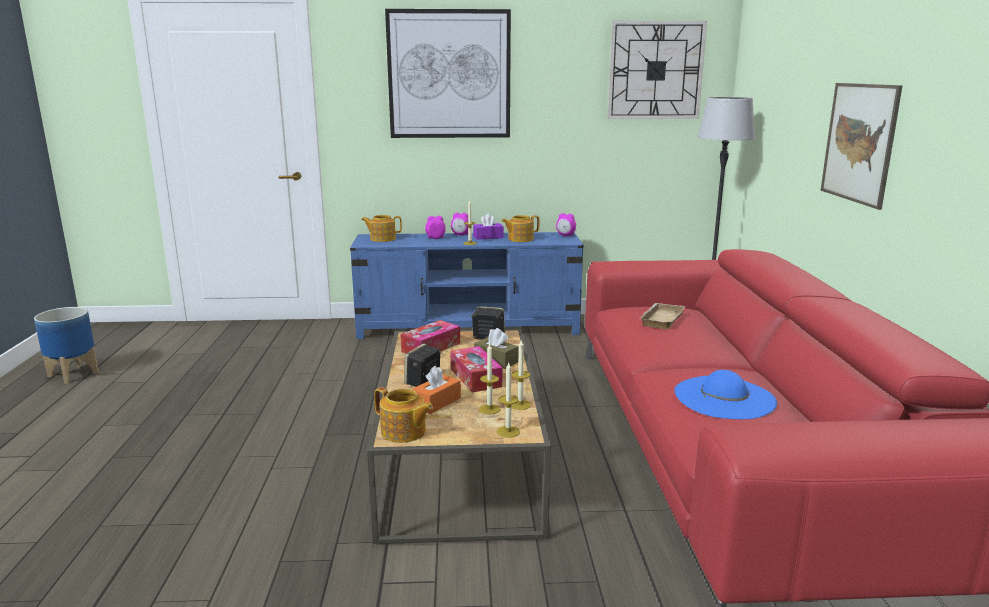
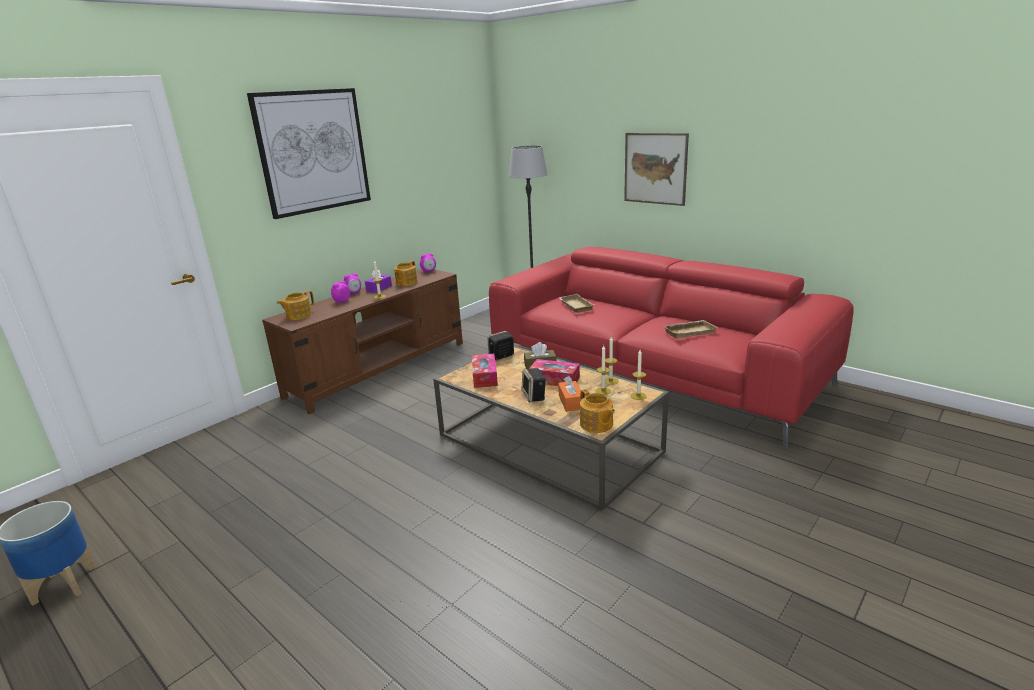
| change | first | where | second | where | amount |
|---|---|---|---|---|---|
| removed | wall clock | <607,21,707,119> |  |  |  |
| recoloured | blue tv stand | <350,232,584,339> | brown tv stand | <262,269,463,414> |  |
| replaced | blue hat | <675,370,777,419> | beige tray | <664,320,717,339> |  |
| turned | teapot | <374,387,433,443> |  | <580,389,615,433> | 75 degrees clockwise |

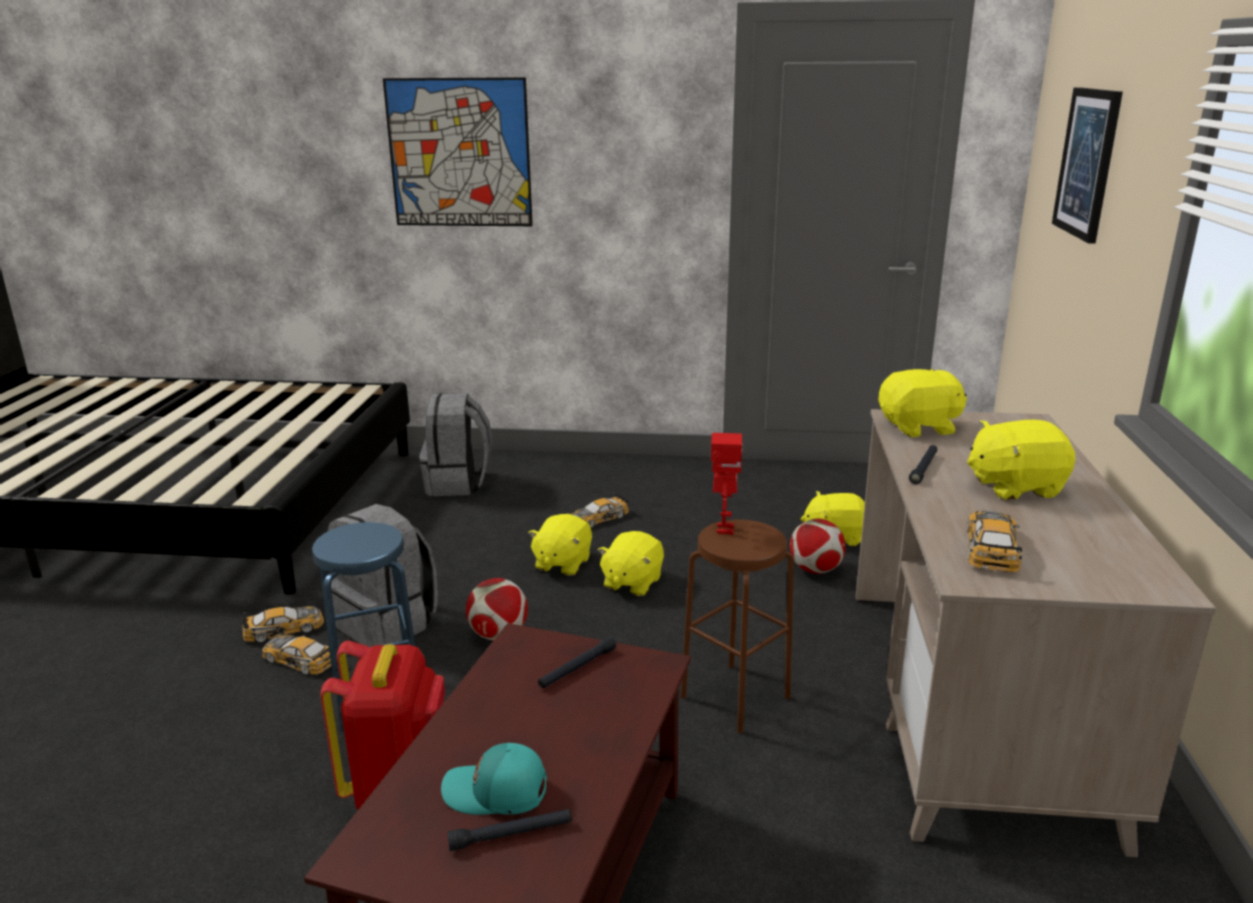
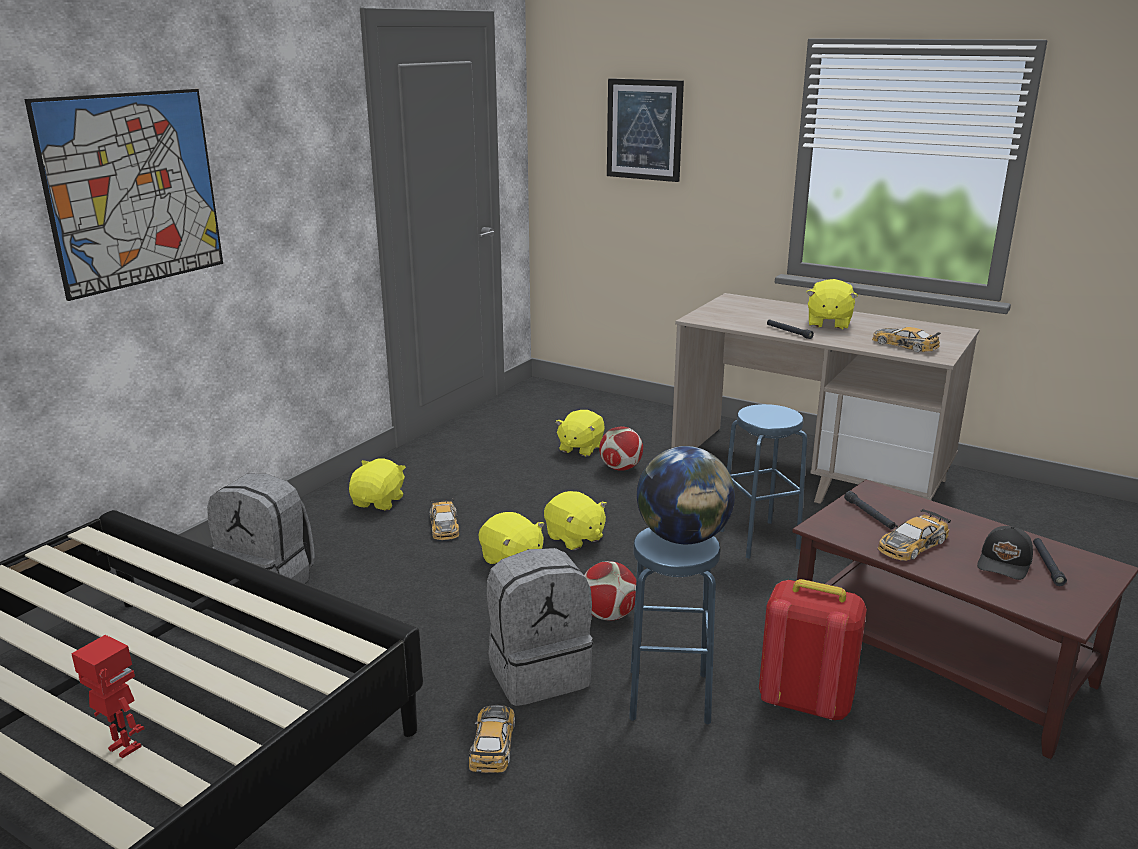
| change | first | where | second | where | amount |
|---|---|---|---|---|---|
| moved | yellow plush toy | <878,368,967,437> |  | <349,459,406,511> |  |
| moved | toy robot | <711,433,743,535> |  | <71,635,144,758> |  |
| recoloured | brown stool | <681,519,794,733> | blue stool | <720,404,807,559> |  |
| moved | toy car | <262,635,331,674> |  | <878,509,951,561> |  |
| recoloured | turquoise cap | <441,743,547,815> | black cap | <977,526,1033,580> |  |
| added |  |  | globe | <637,446,735,544> |  |

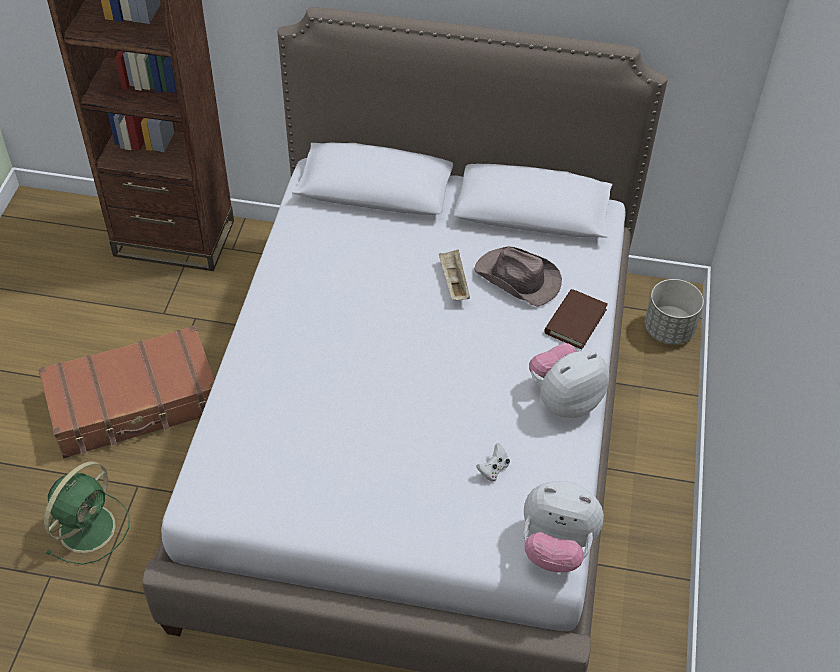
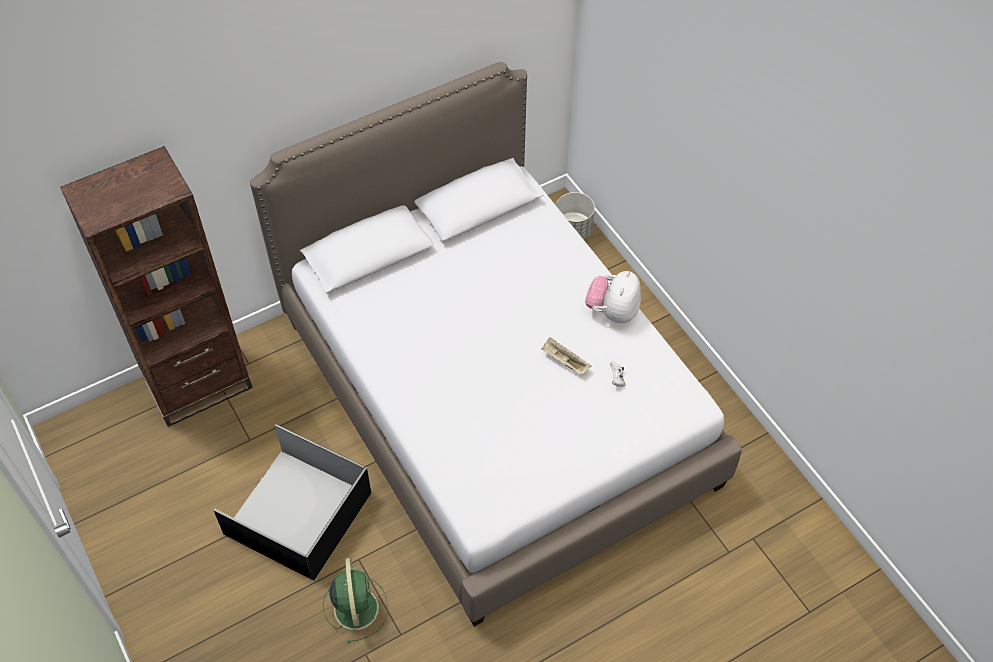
| change | first | where | second | where | amount |
|---|---|---|---|---|---|
| removed | brown hat | <474,246,562,307> |  |  |  |
| moved | beige tray | <439,249,470,300> |  | <542,337,591,375> |  |
| removed | brown book | <544,289,608,349> |  |  |  |
| replaced | brown suitcase | <38,325,215,458> | black storage box | <213,424,371,580> |  |
| removed | plush toy | <523,481,604,572> |  |  |  |

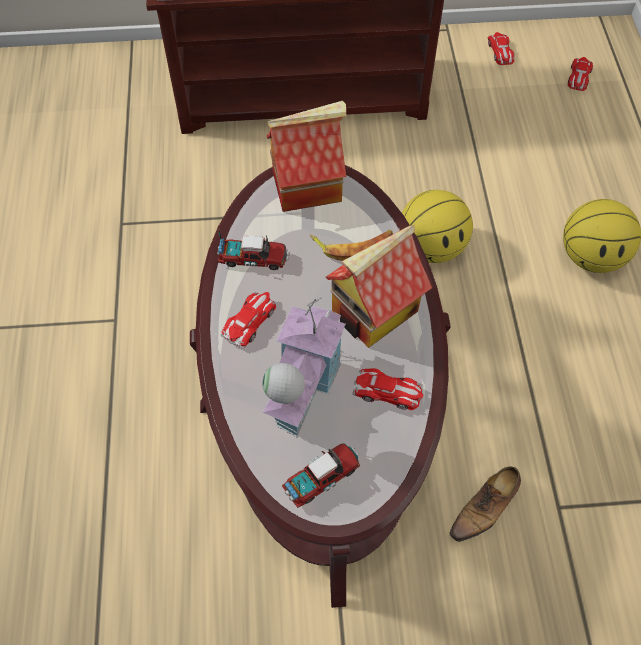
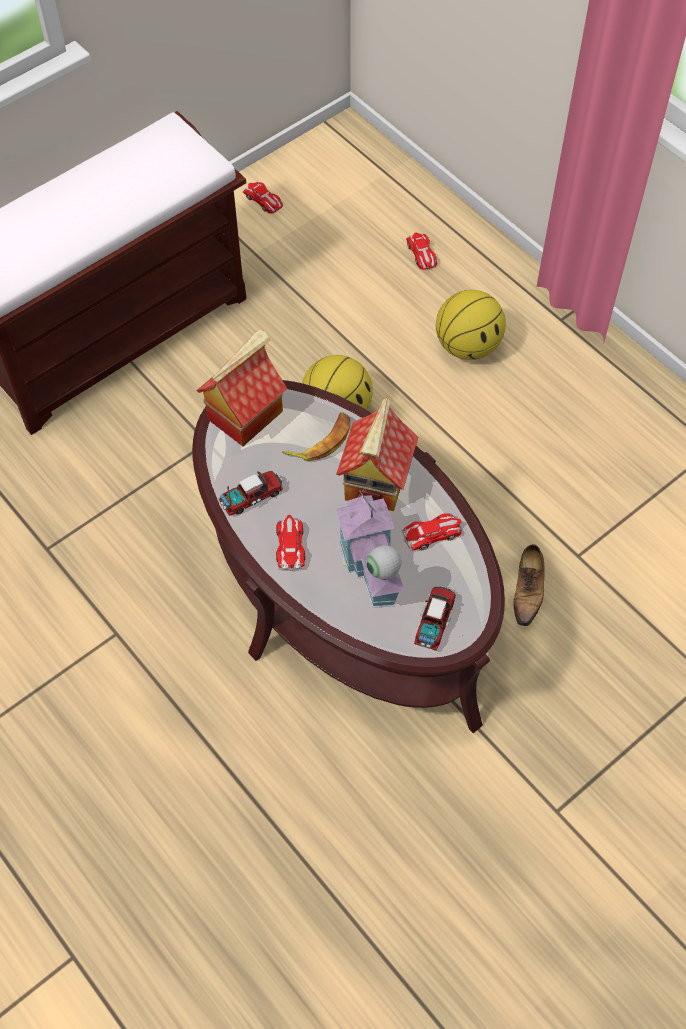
| change | first | where | second | where | amount |
|---|---|---|---|---|---|
| moved | toy car | <568,57,593,91> |  | <406,232,437,270> |  |

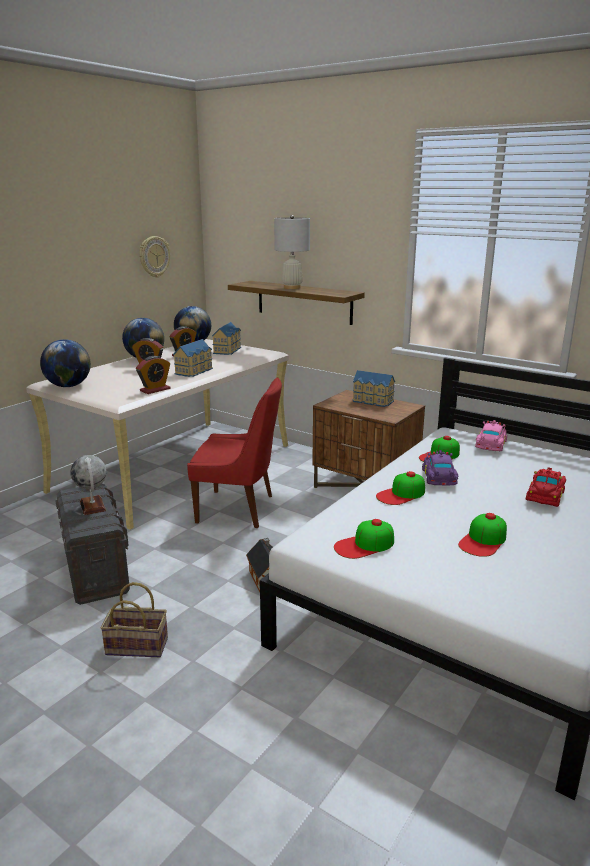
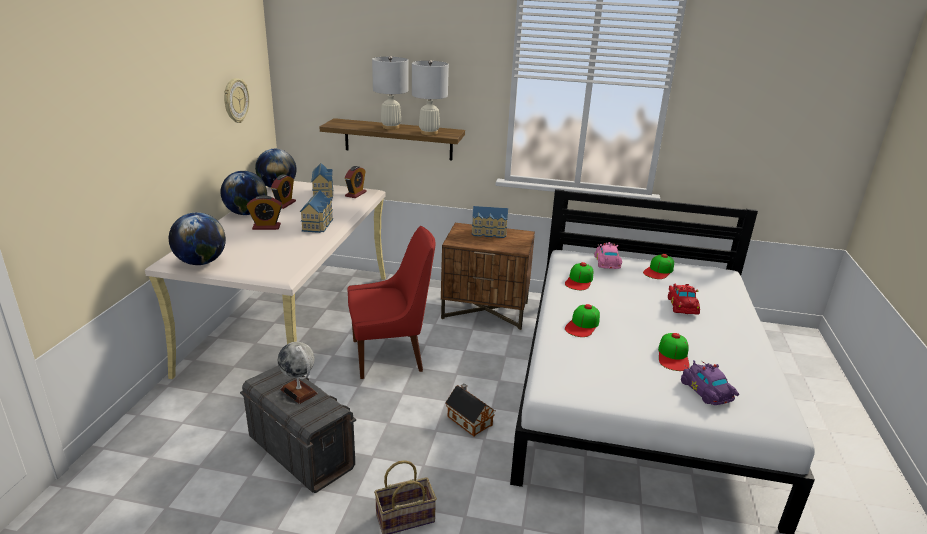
| change | first | where | second | where | amount |
|---|---|---|---|---|---|
| moved | alarm clock | <136,356,170,394> |  | <345,166,367,198> |  |
| moved | purple toy car | <422,450,458,485> |  | <681,360,739,405> |  |
| moved | cap | <334,519,394,559> |  | <643,254,674,279> |  |
| added |  |  | white table lamp | <412,60,449,135> |  |

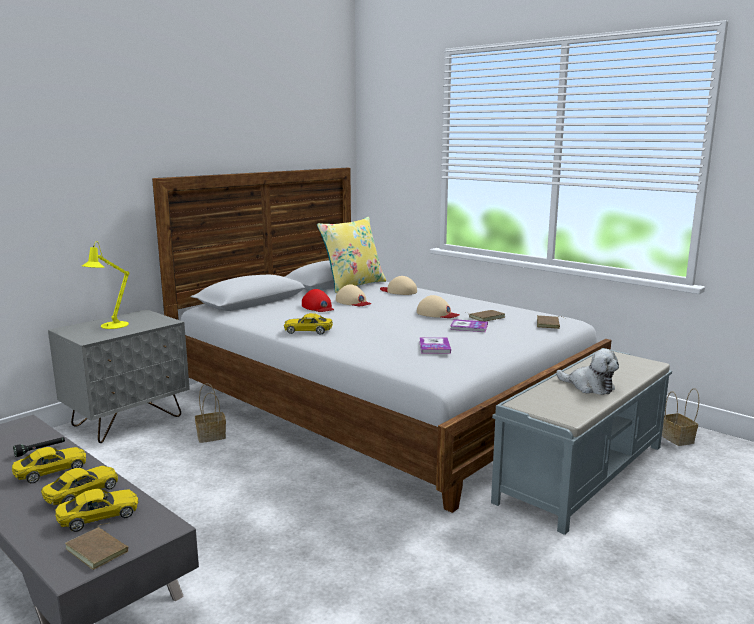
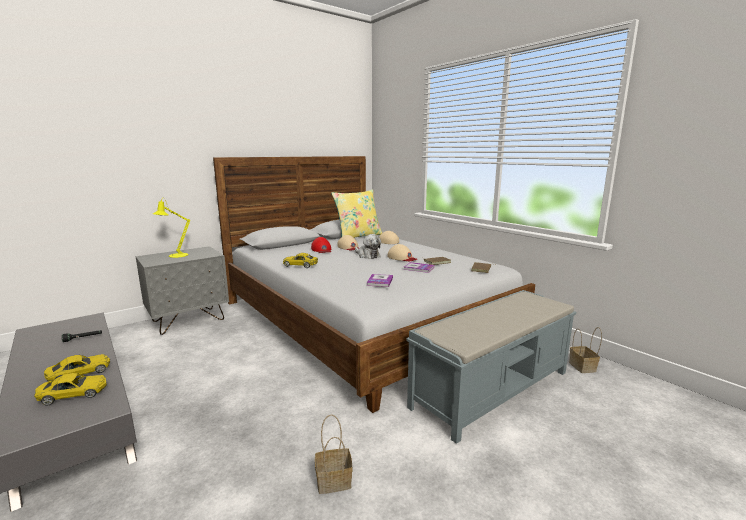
| change | first | where | second | where | amount |
|---|---|---|---|---|---|
| moved | plush toy | <556,349,619,395> |  | <355,234,381,259> |  |
| moved | basket | <195,383,226,443> |  | <315,415,353,494> |  |
| removed | yellow toy car | <12,447,86,483> |  |  |  |
| removed | brown book | <65,523,128,570> |  |  |  |

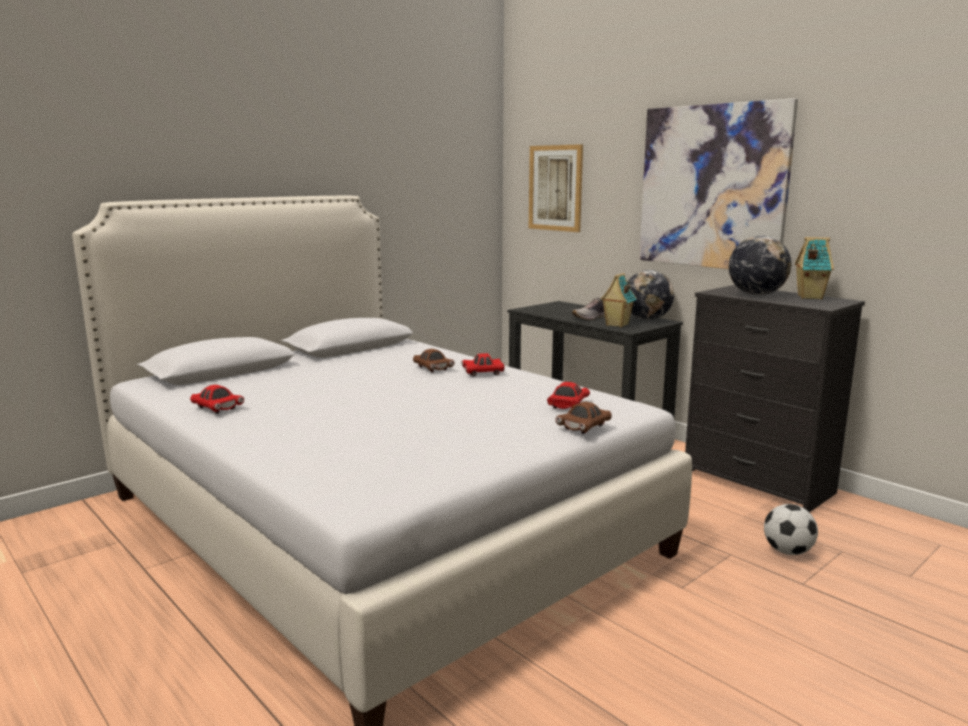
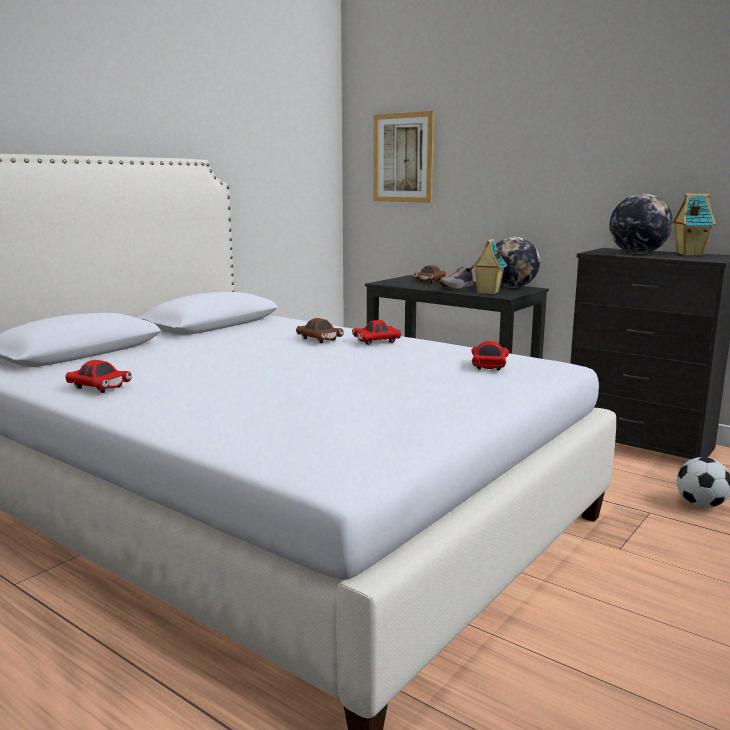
| change | first | where | second | where | amount |
|---|---|---|---|---|---|
| removed | picture | <639,98,798,269> |  |  |  |
| moved | brown toy car | <555,402,612,434> |  | <413,265,446,283> |  |

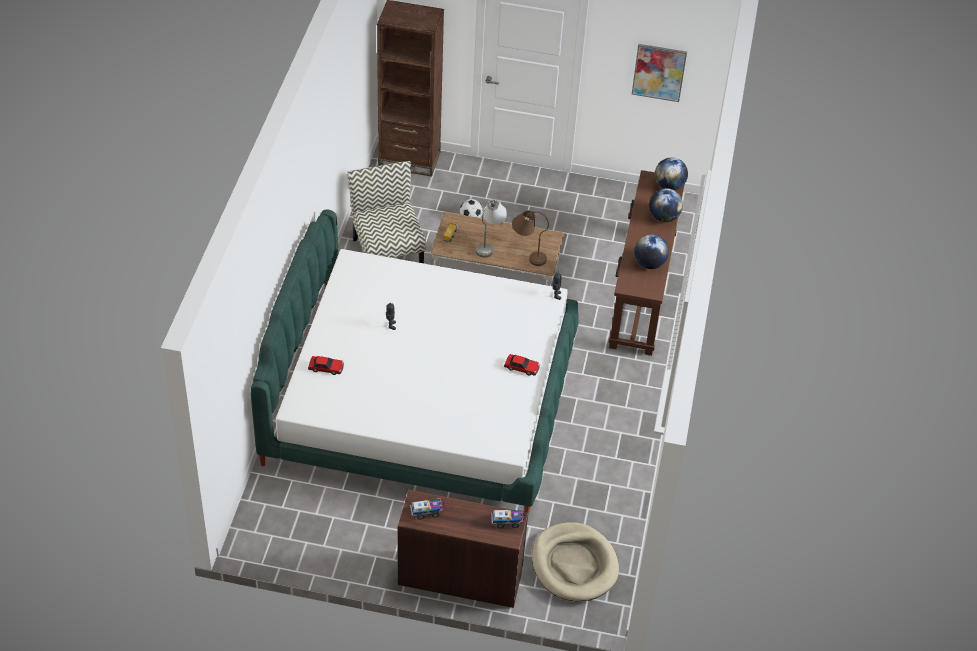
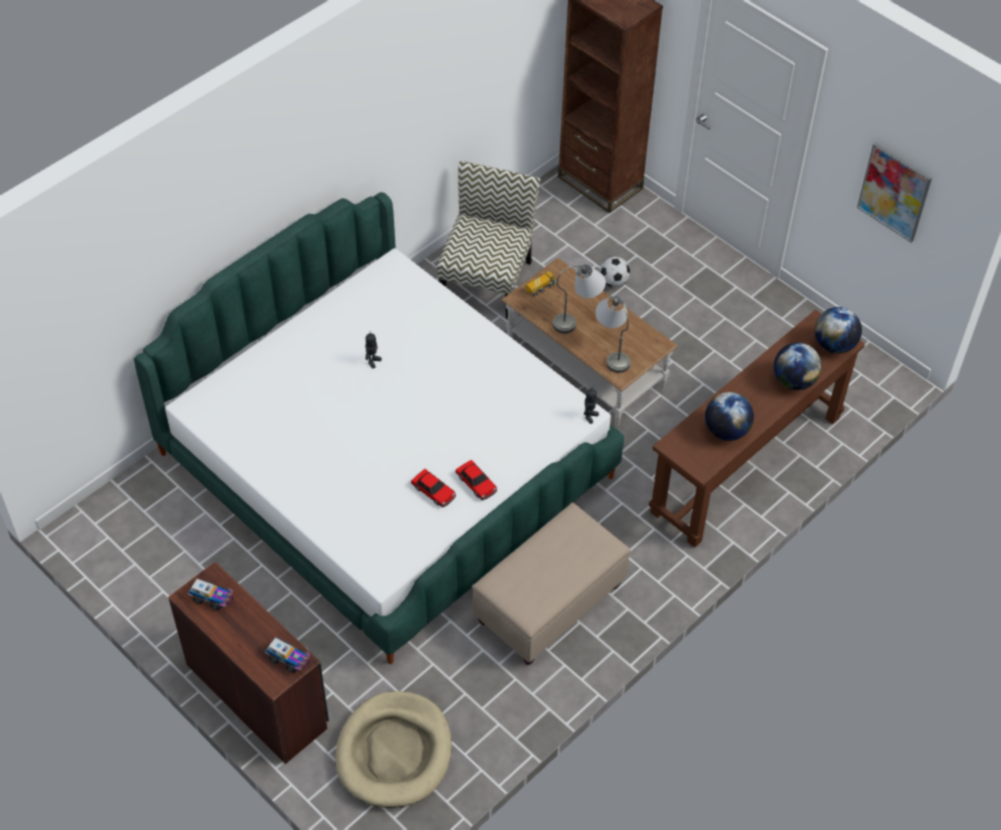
| change | first | where | second | where | amount |
|---|---|---|---|---|---|
| recoloured | brown table lamp | <512,211,549,266> | grey table lamp | <595,296,631,373> |  |
| moved | toy car | <308,356,344,375> |  | <411,469,456,507> |  |
| added |  |  | beige ottoman | <472,502,631,665> |  |

